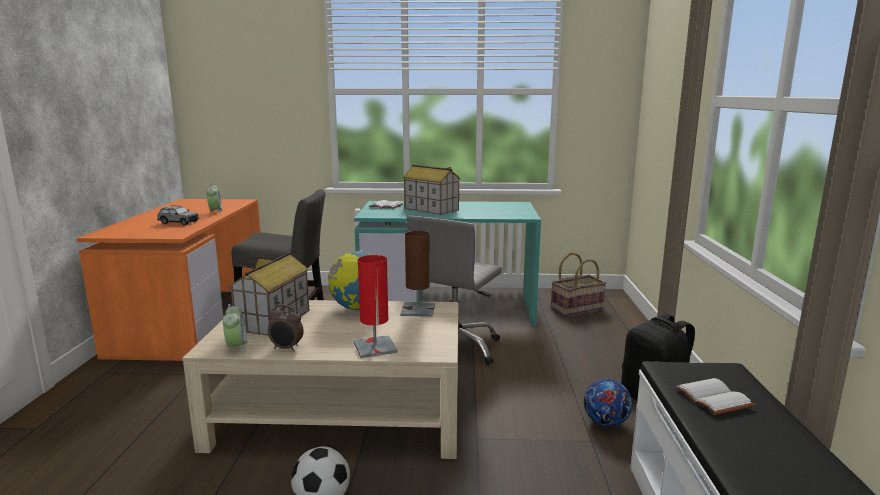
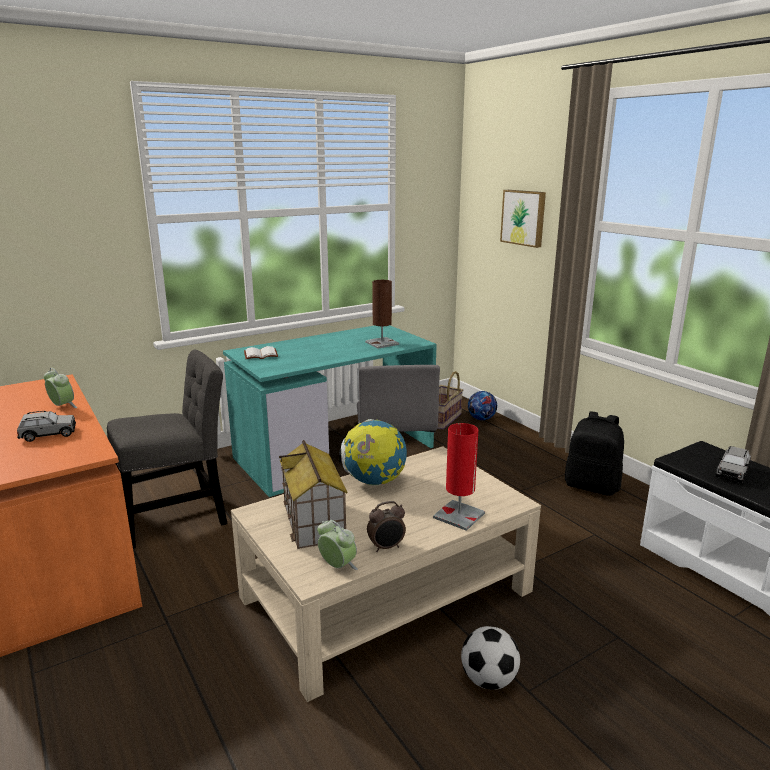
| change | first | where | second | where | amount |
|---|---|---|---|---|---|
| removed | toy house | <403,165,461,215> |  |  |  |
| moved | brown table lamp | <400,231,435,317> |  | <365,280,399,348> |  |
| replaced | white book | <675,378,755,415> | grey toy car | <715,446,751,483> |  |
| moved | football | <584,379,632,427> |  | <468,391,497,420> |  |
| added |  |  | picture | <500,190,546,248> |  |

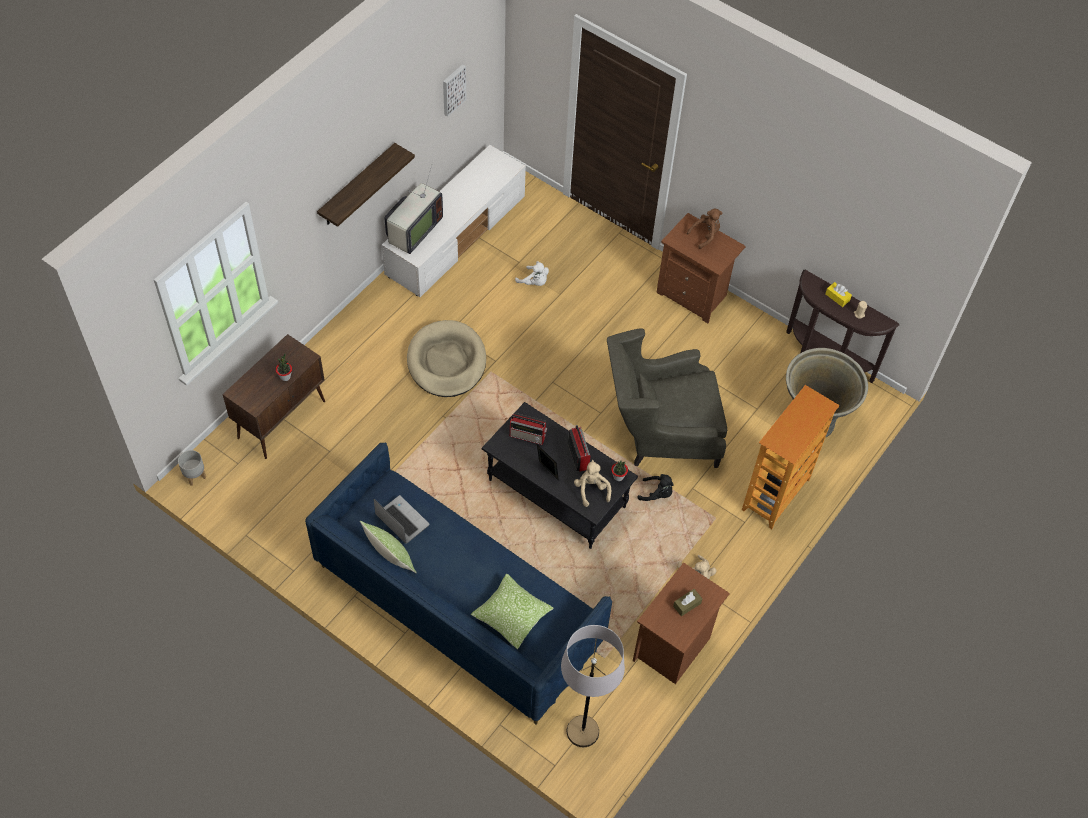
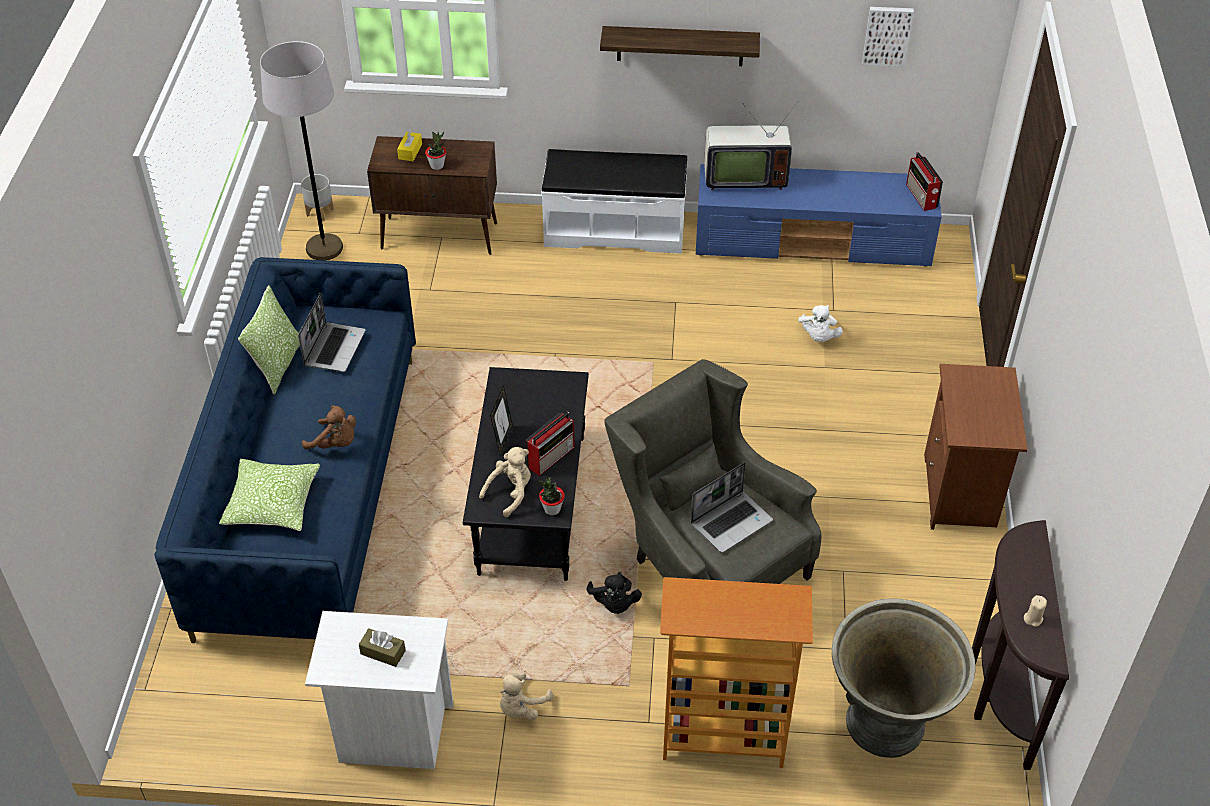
| change | first | where | second | where | amount |
|---|---|---|---|---|---|
| recoloured | white tv stand | <382,145,526,297> | blue tv stand | <696,164,942,267> |  |
| moved | brown plush toy | <687,209,723,249> |  | <302,405,356,449> |  |
| moved | yellow tissue box | <825,282,852,307> |  | <397,130,422,161> |  |
| removed | beige dog bed | <407,320,486,397> |  |  |  |
| moved | radio | <510,413,547,445> |  | <906,152,943,211> |  |
| recoloured | brown nightstand | <633,563,730,684> | white nightstand | <305,611,454,769> |  |
| moved | grey floor lamp | <561,625,625,747> |  | <260,41,343,260> |  |
| added |  |  | white bench | <541,149,687,254> |  |
| added |  |  | laptop | <690,462,773,553> |  |

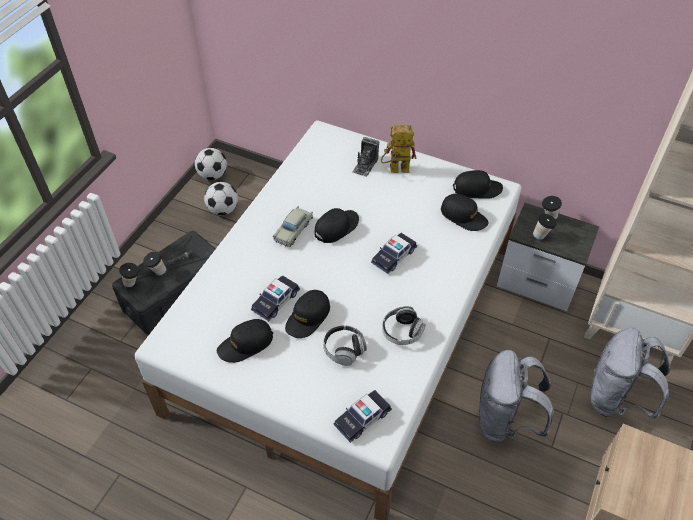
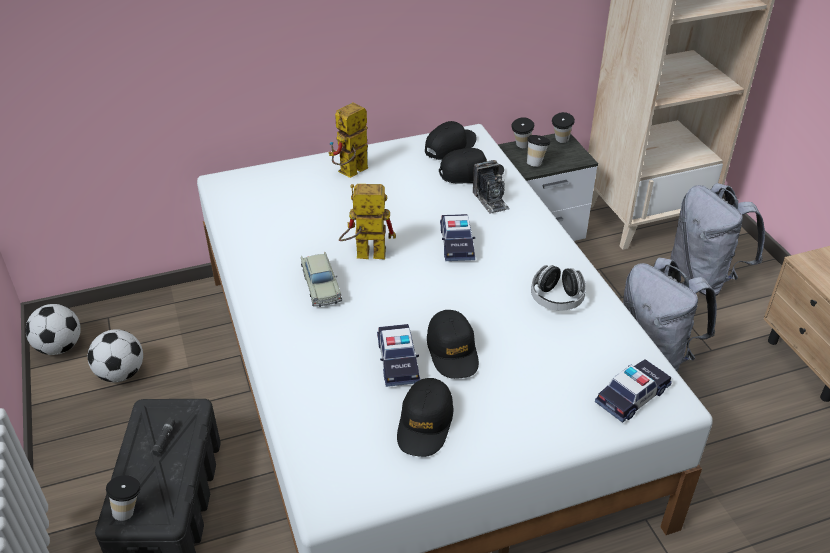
| change | first | where | second | where | amount |
|---|---|---|---|---|---|
| moved | photo camera | <352,137,379,177> |  | <473,160,510,214> |  |
| replaced | black cap | <314,208,359,243> | toy robot | <339,184,396,260> |  |
| moved | cup | <143,252,166,275> |  | <552,112,575,143> |  |
| removed | headphones | <323,325,367,366> |  |  |  |
| turned | toy car | <333,390,392,443> |  | <595,359,672,423> | 135 degrees counterclockwise |

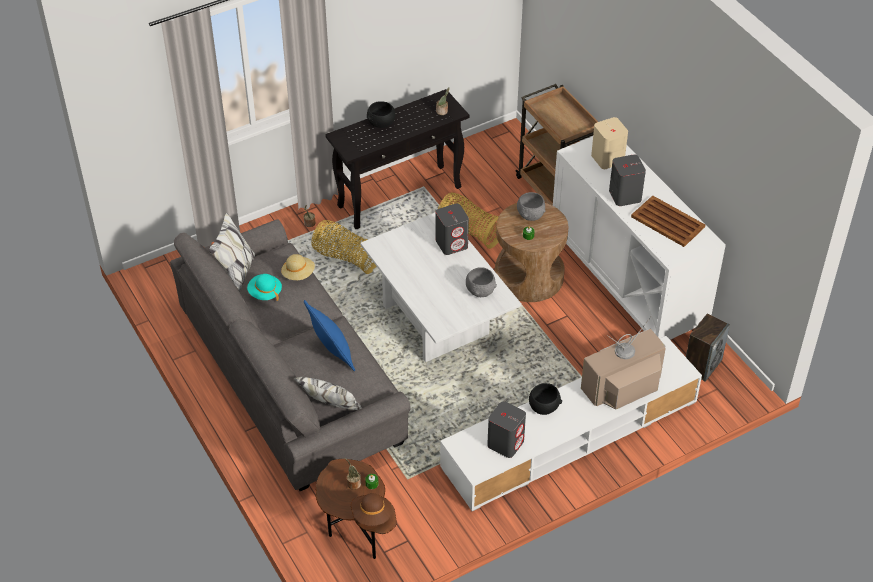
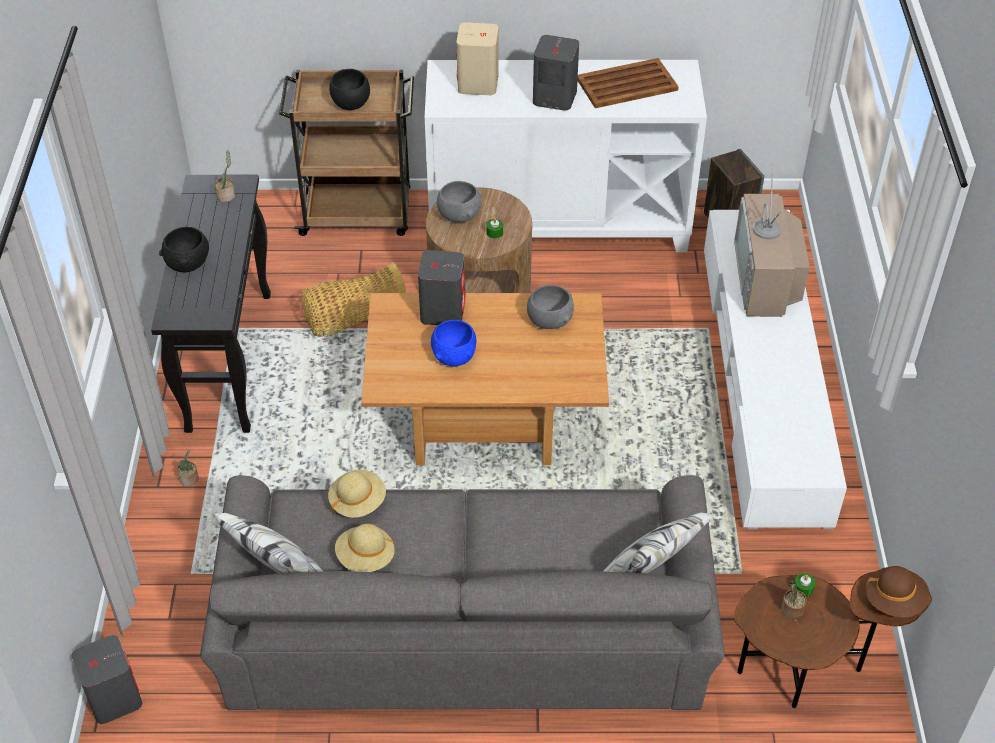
| change | first | where | second | where | amount |
|---|---|---|---|---|---|
| recoloured | white coffee table | <360,212,522,362> | brown coffee table | <361,293,609,465> |  |
| removed | basket | <311,220,376,274> |  |  |  |
| recoloured | turquoise hat | <247,274,282,301> | beige hat | <335,524,395,572> |  |
| removed | blue pillow | <304,300,355,371> |  |  |  |
| moved | black bowl | <529,383,562,415> |  | <329,69,370,110> |  |
| moved | grey speaker | <487,401,526,458> |  | <72,635,142,724> |  |
| added |  |  | blue bowl | <431,320,476,367> |  |

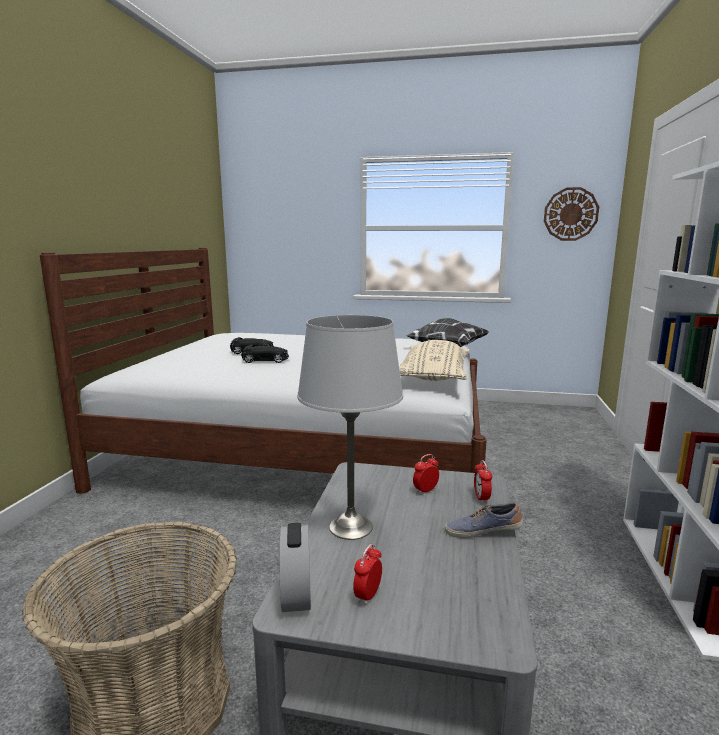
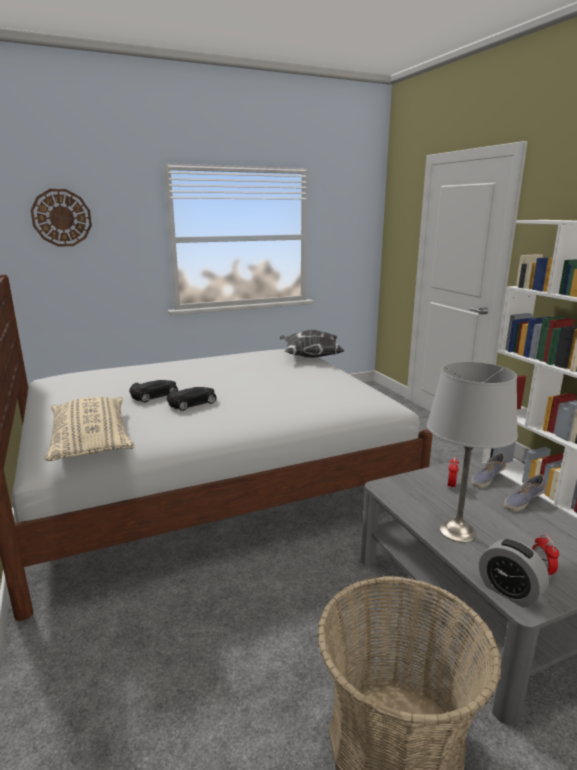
| change | first | where | second | where | amount |
|---|---|---|---|---|---|
| moved | wall clock | <544,187,599,241> |  | <30,189,92,247> |  |
| moved | beige pillow | <399,340,470,381> |  | <44,397,135,461> |  |
| replaced | alarm clock | <474,460,492,503> | shoe | <471,453,506,488> |  |

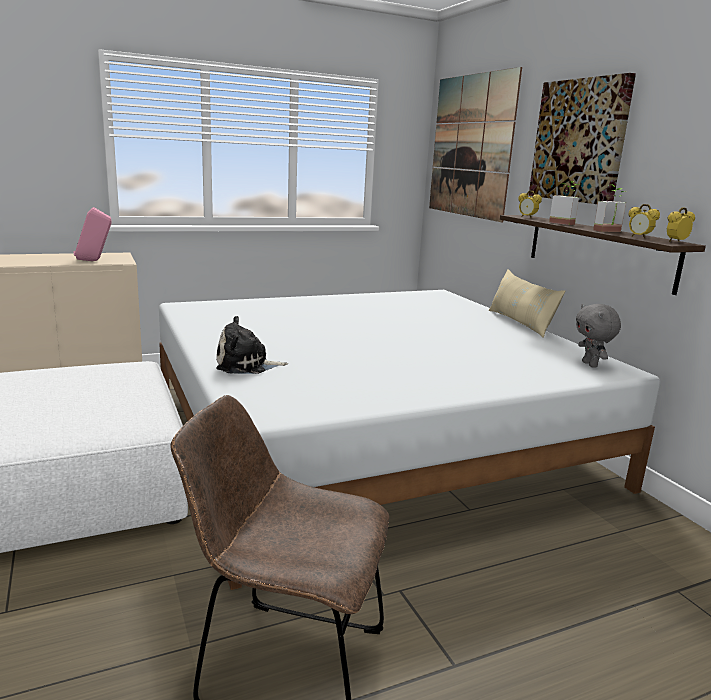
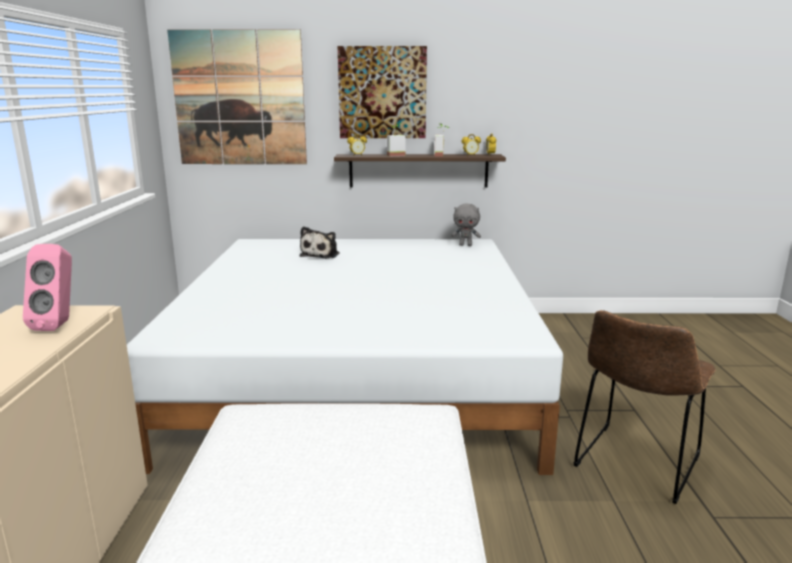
| change | first | where | second | where | amount |
|---|---|---|---|---|---|
| removed | beige pillow | <489,269,565,337> |  |  |  |
| moved | plush toy | <216,316,288,374> |  | <299,226,339,259> |  |

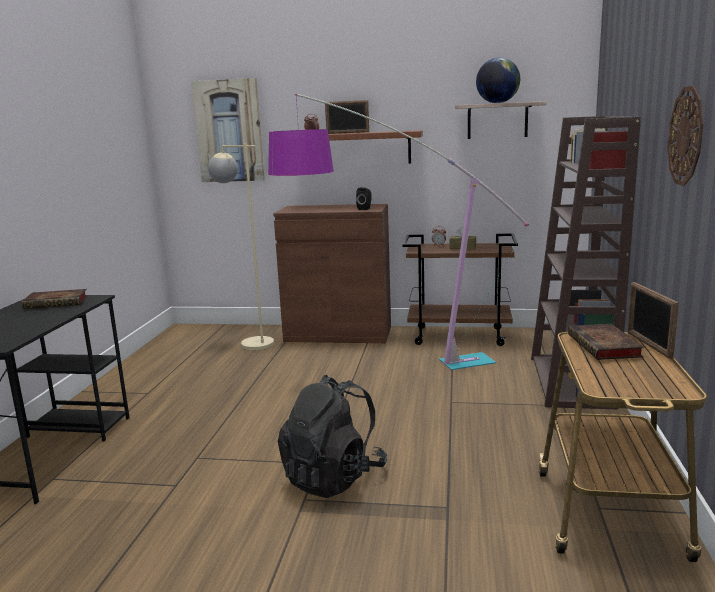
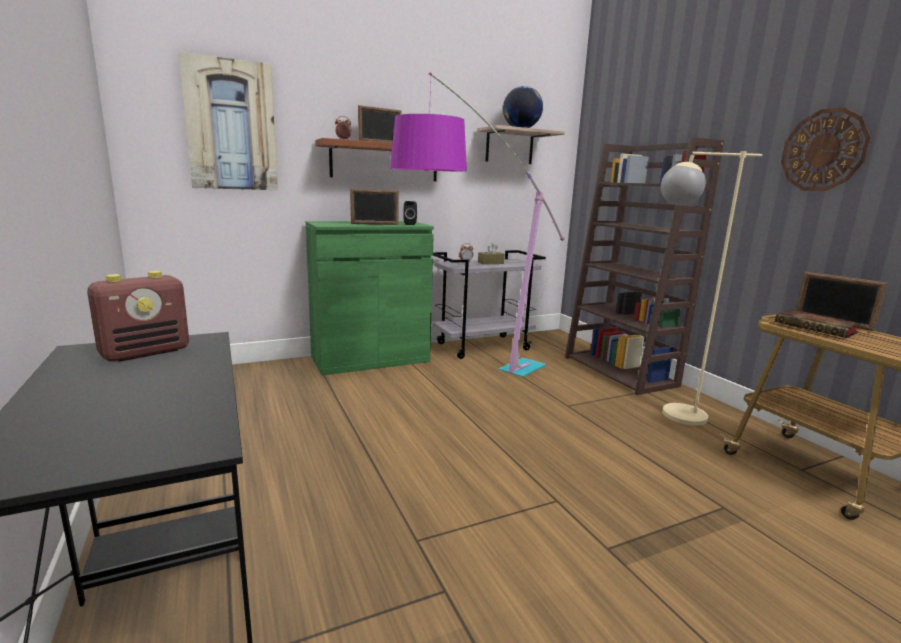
| change | first | where | second | where | amount |
|---|---|---|---|---|---|
| moved | beige floor lamp | <208,144,274,350> |  | <661,151,762,426> |  |
| recoloured | brown cabinet | <273,204,391,343> | green cabinet | <306,221,434,375> |  |
| recoloured | brown cart | <403,233,518,346> | grey cart | <433,250,546,359> |  |
| replaced | book | <22,289,87,309> | radio | <87,271,189,362> |  |
| removed | black backpack | <278,375,387,498> |  |  |  |
| added |  |  | picture frame | <350,189,399,225> |  |

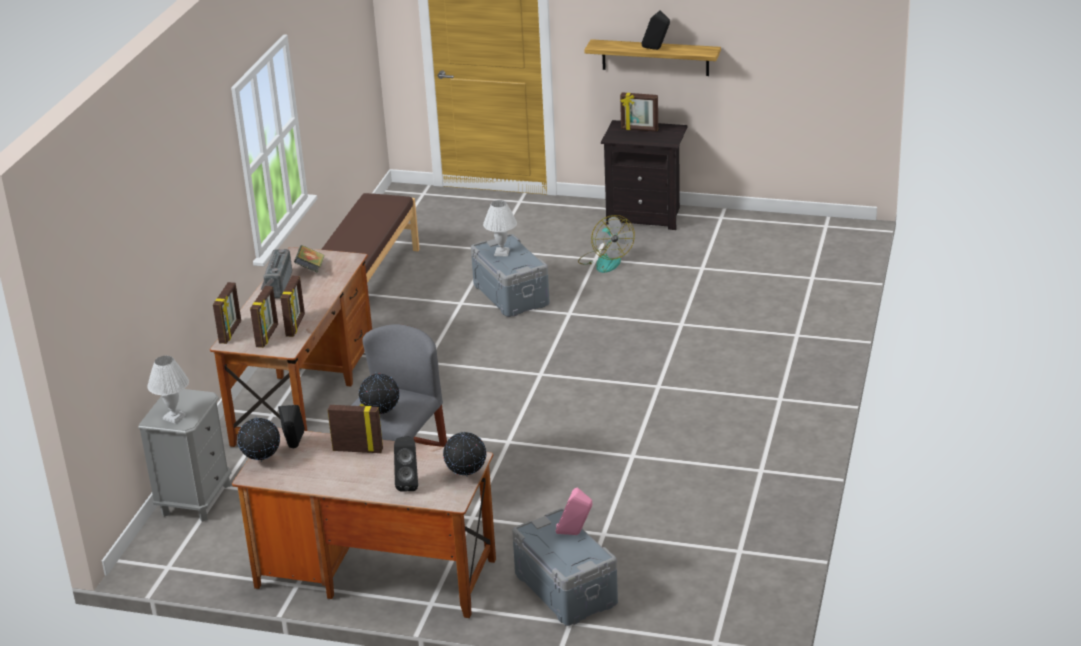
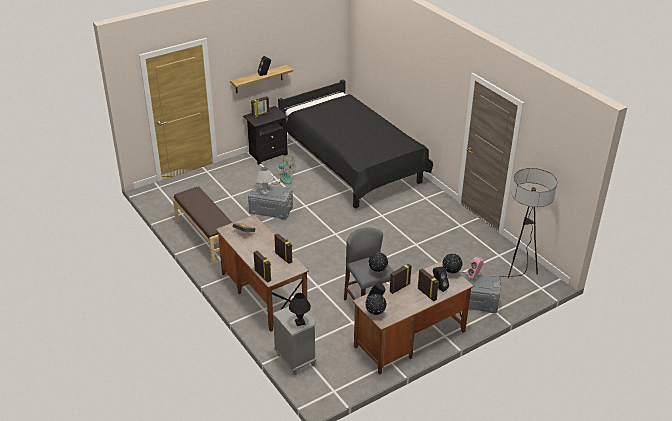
| change | first | where | second | where | amount |
|---|---|---|---|---|---|
| removed | radio | <261,249,292,298> |  |  |  |
| moved | picture frame | <250,286,278,348> |  | <418,268,439,301> |  |
| recoloured | white table lamp | <147,356,189,424> | black table lamp | <289,293,311,326> |  |
| added |  |  | black bed | <278,79,433,209> |  |
| added |  |  | floor lamp | <480,168,557,278> |  |

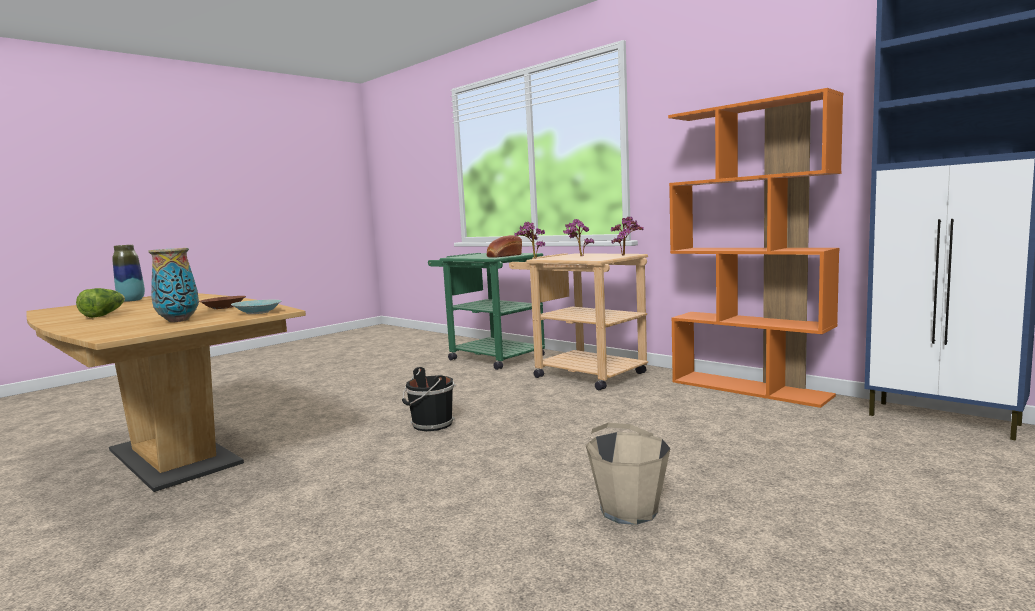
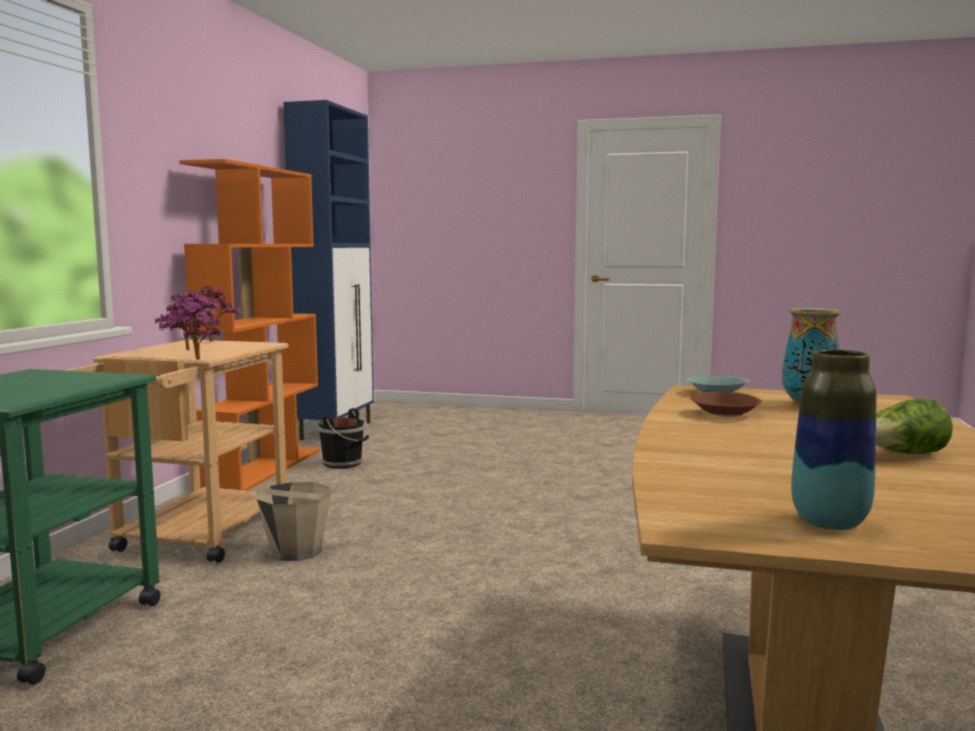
| change | first | where | second | where | amount |
|---|---|---|---|---|---|
| removed | bread | <487,235,522,258> |  |  |  |
| moved | black bucket | <402,367,456,431> |  | <318,408,369,468> |  |
| moved | beige bucket | <586,423,671,525> |  | <257,482,331,561> |  |

